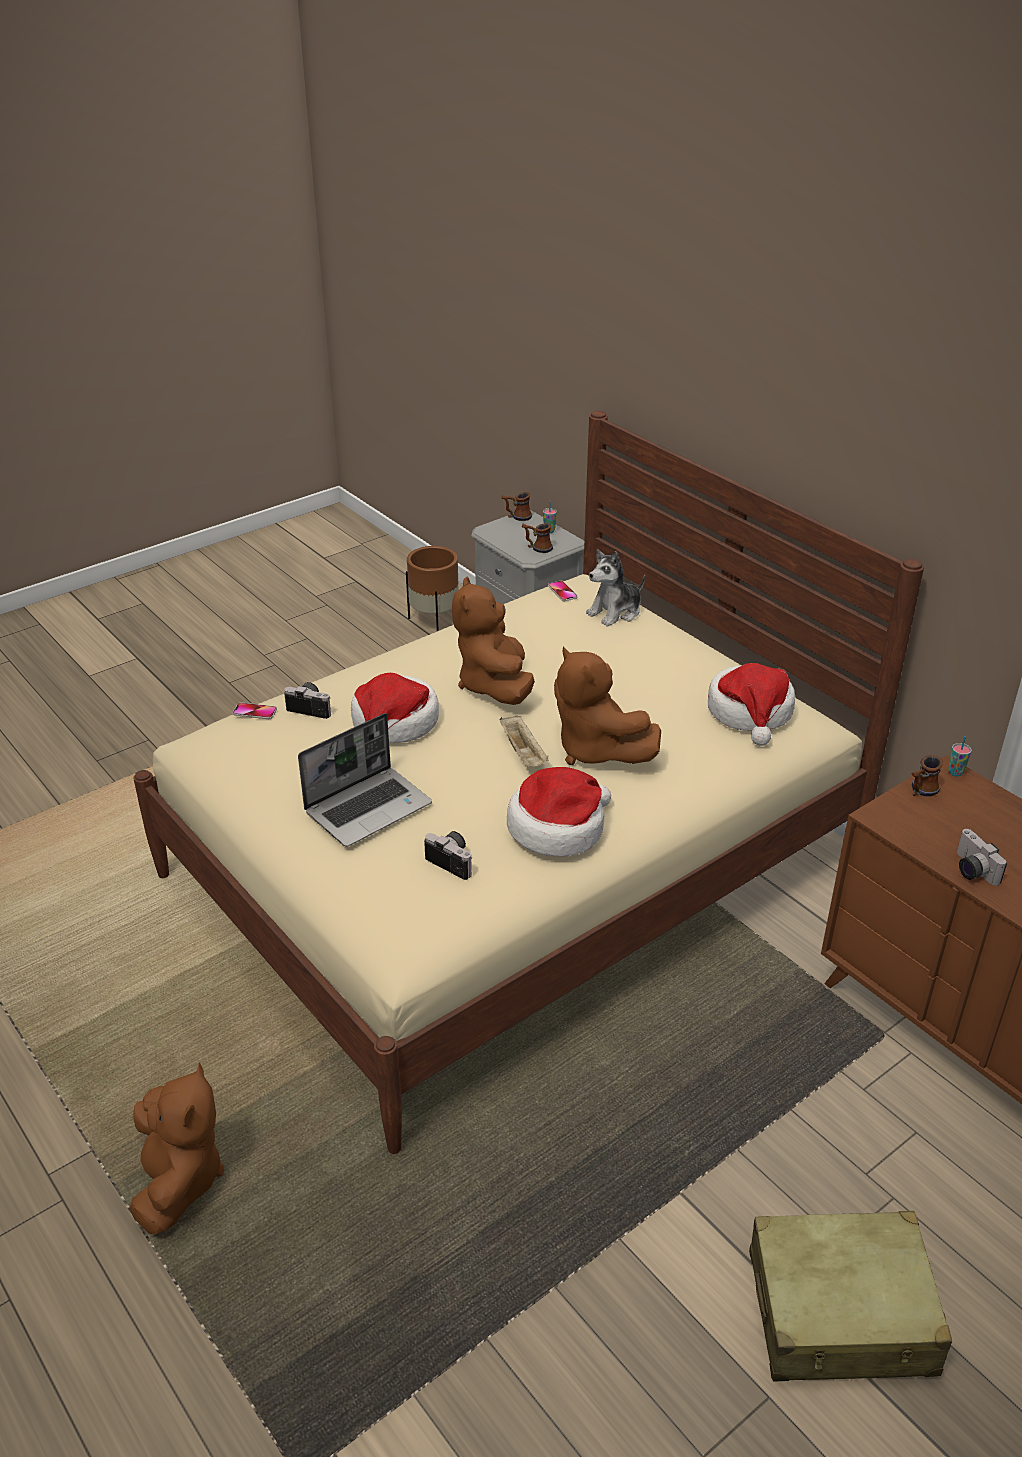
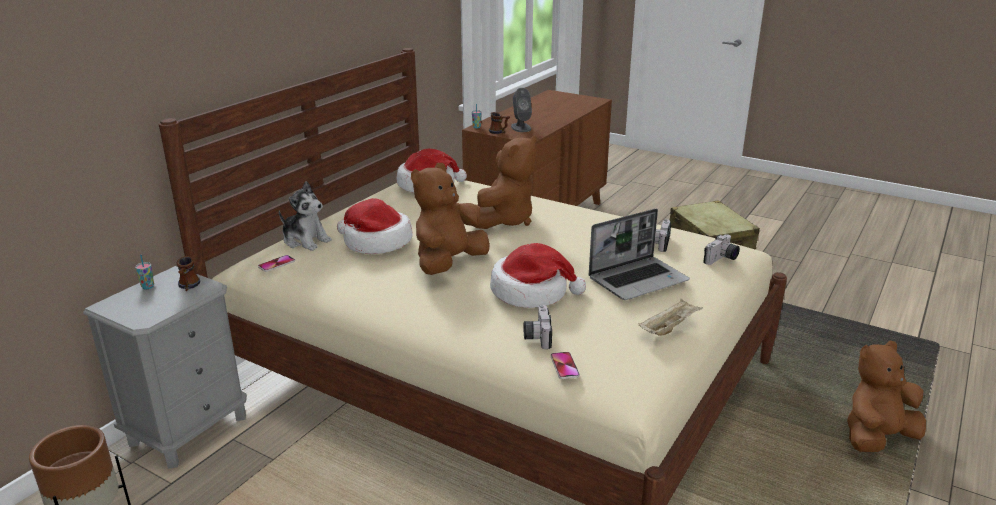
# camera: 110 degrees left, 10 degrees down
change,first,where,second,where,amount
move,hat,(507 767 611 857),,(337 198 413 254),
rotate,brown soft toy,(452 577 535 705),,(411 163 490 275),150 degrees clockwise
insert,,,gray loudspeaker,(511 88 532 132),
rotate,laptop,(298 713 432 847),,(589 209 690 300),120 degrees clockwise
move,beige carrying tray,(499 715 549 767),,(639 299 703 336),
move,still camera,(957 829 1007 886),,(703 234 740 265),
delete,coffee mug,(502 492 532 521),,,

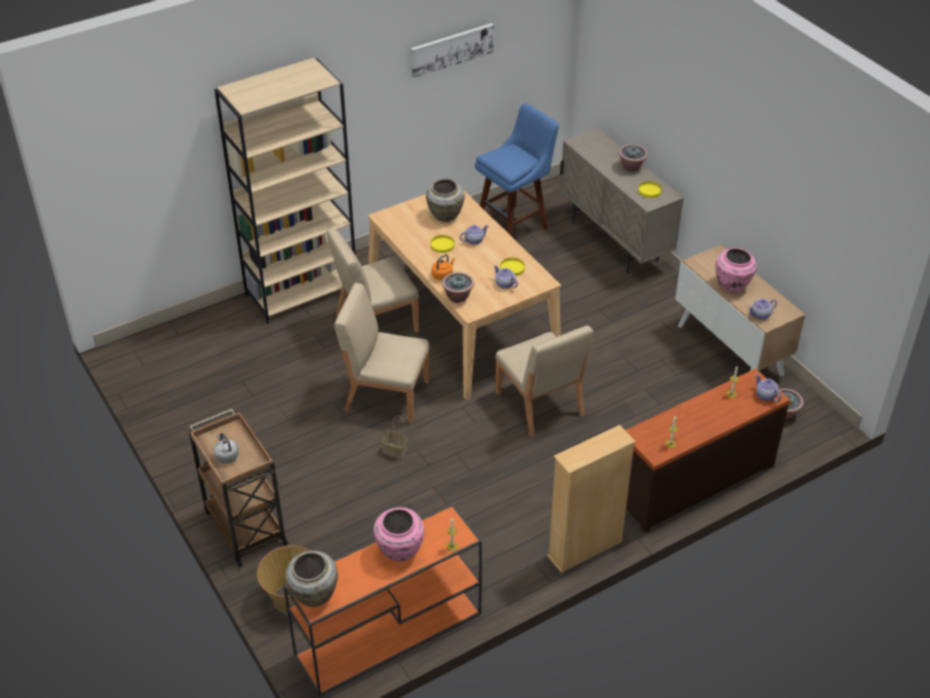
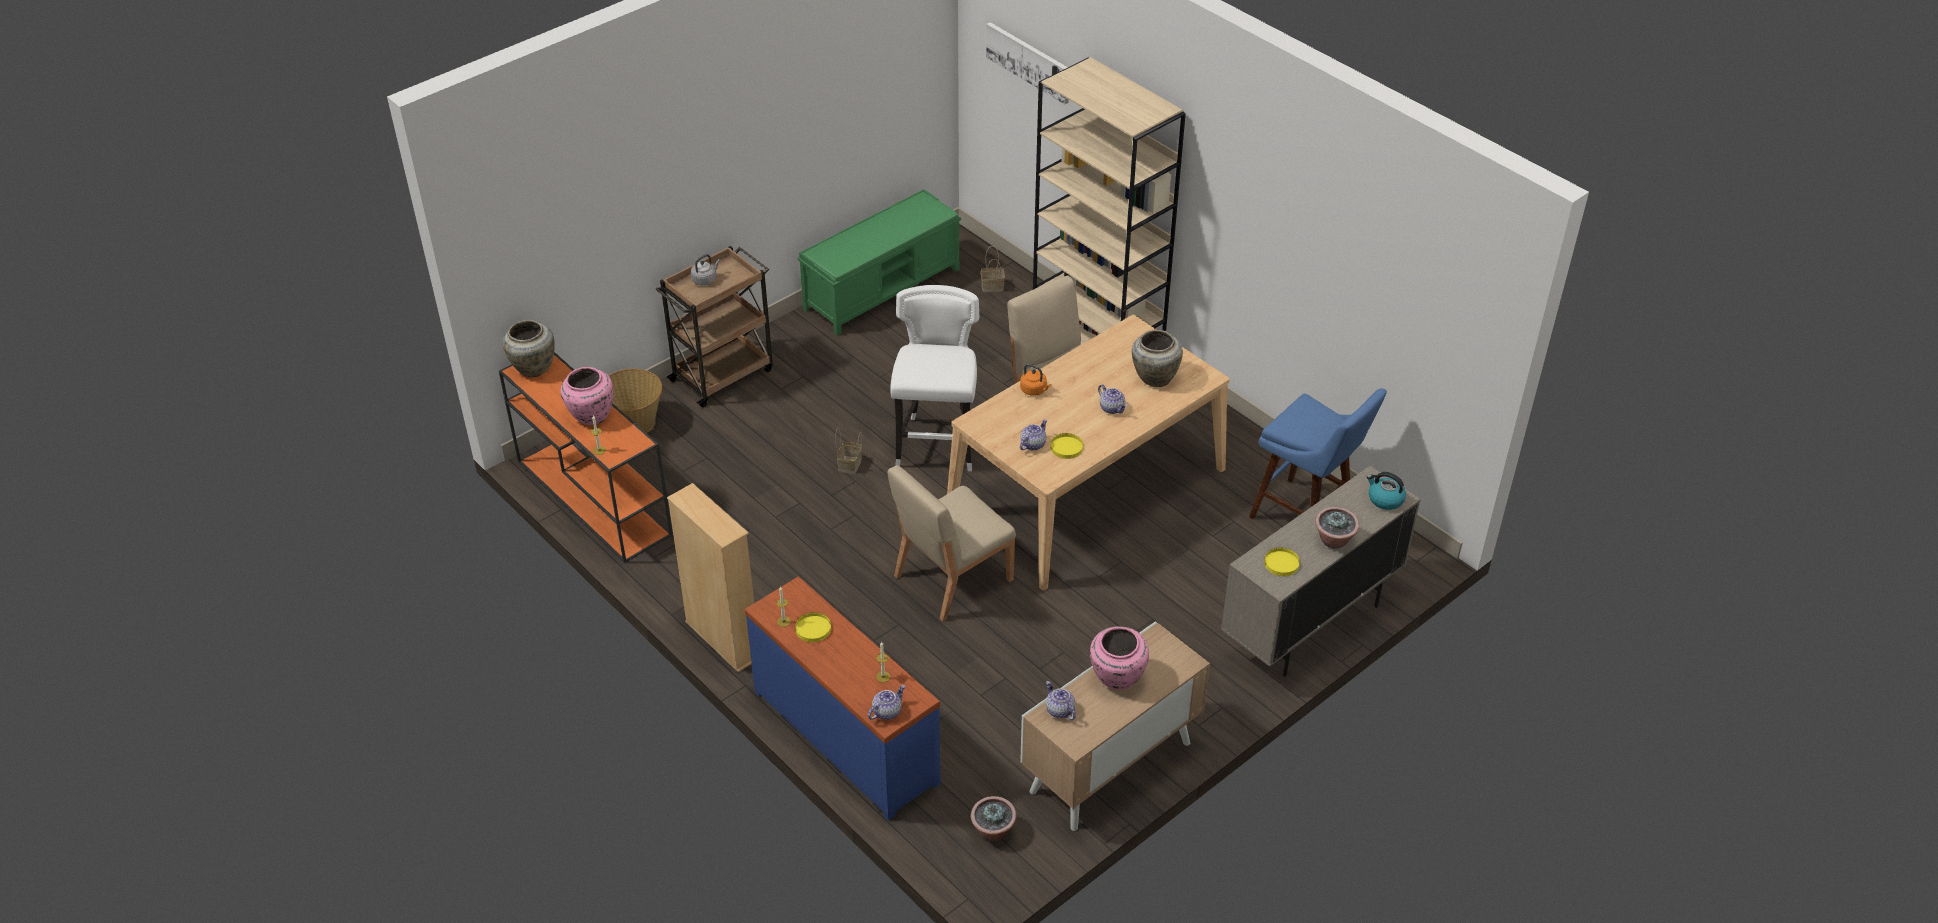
# camera: 80 degrees right, 0 degrees up
change,first,where,second,where,amount
recolor,brown drawer chest,(625 368 791 533),bluish drawer chest,(744 576 940 820),
move,yellow-coloured dinner plate,(430 235 455 253),,(795 612 831 642),
insert,,,green-coloured bench,(797 189 961 336),
replace,beige chair,(334 283 429 423),white-coloured sitting stool,(890 285 979 471),
insert,,,household basket,(981 246 1005 292),
move,wall picture,(411 23 494 78),,(986 22 1069 104),
insert,,,water kettle,(1367 472 1406 510),
delete,plant in a pot,(442 272 474 303),,,

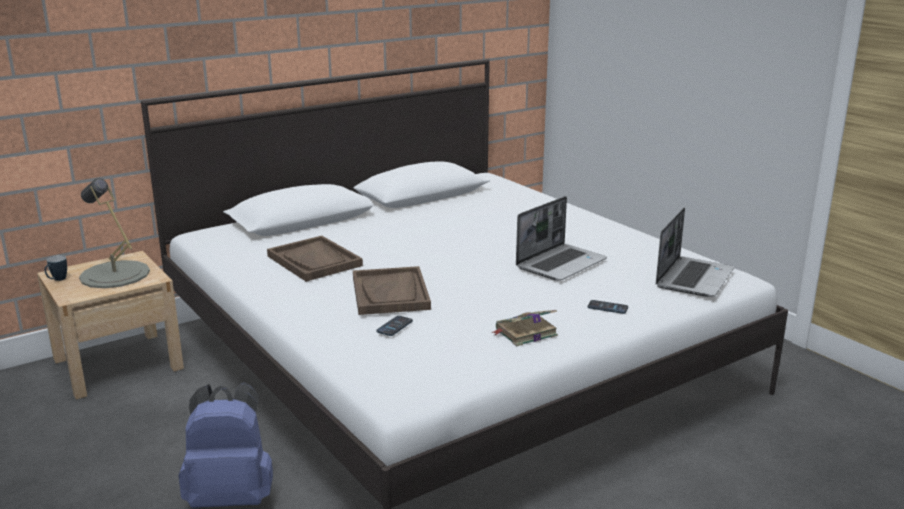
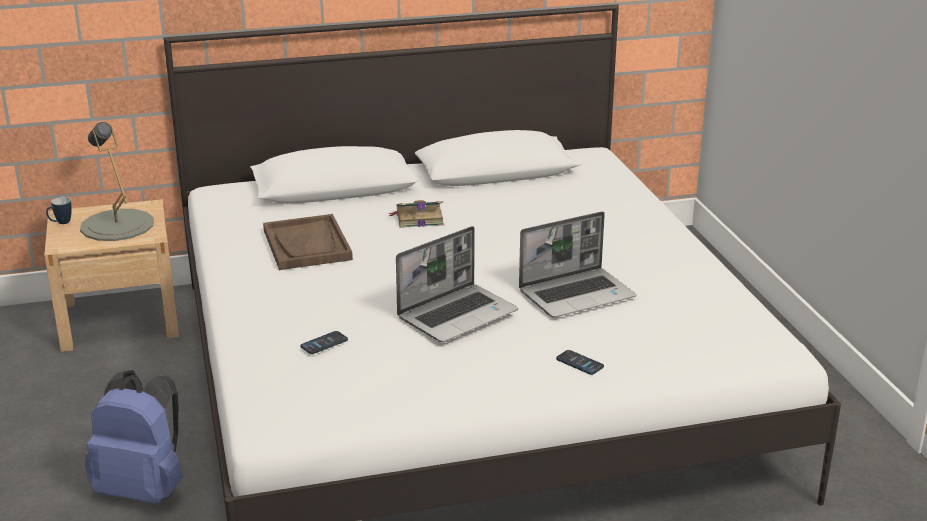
# camera: 20 degrees right, 5 degrees up
change,first,where,second,where,amount
move,book,(491 310 558 347),,(388 200 444 228),
move,laptop,(656 208 734 297),,(396 226 518 342),
delete,brown carrying tray,(353 266 431 315),,,

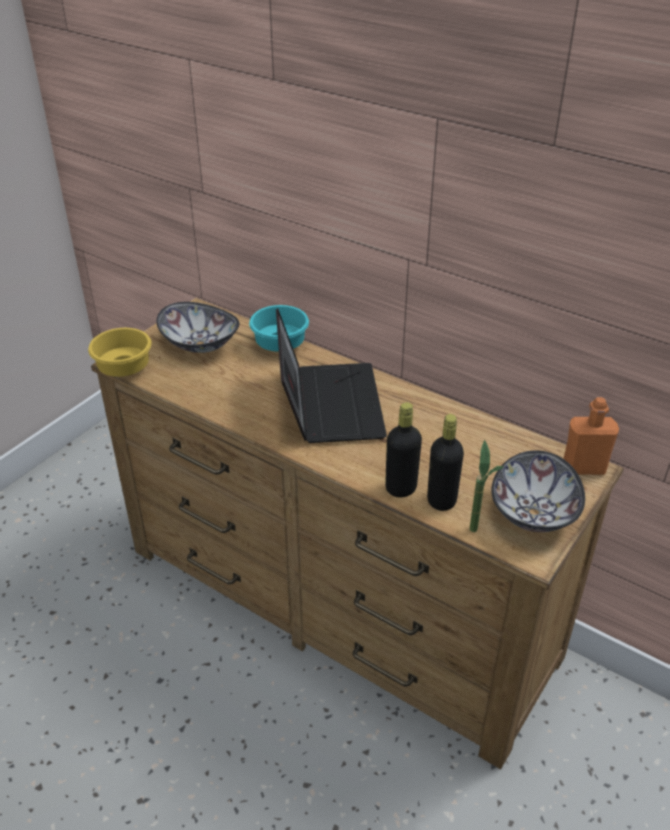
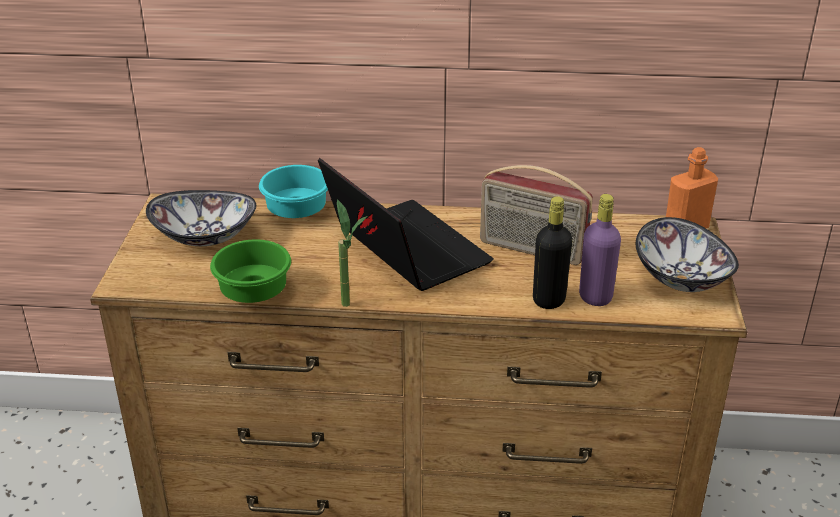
# camera: 30 degrees left, 5 degrees down
change,first,where,second,where,amount
insert,,,green-coloured serving bowl,(210 239 291 303),
move,plant in a pot,(470 440 504 532),,(337 199 367 307),
insert,,,radio receiver,(480 165 593 265),
recolor,black drink bottle,(427 414 464 511),purplish drink bottle,(579 194 621 306),
delete,yellow-coloured serving bowl,(88 328 152 377),,,

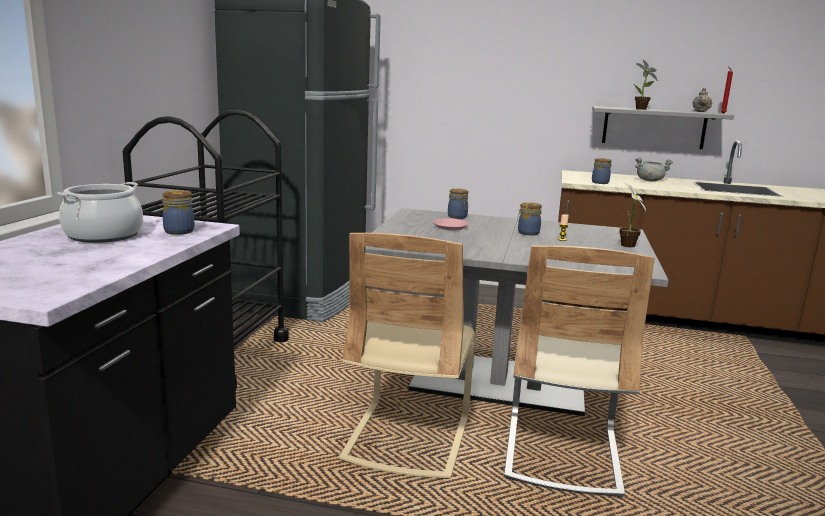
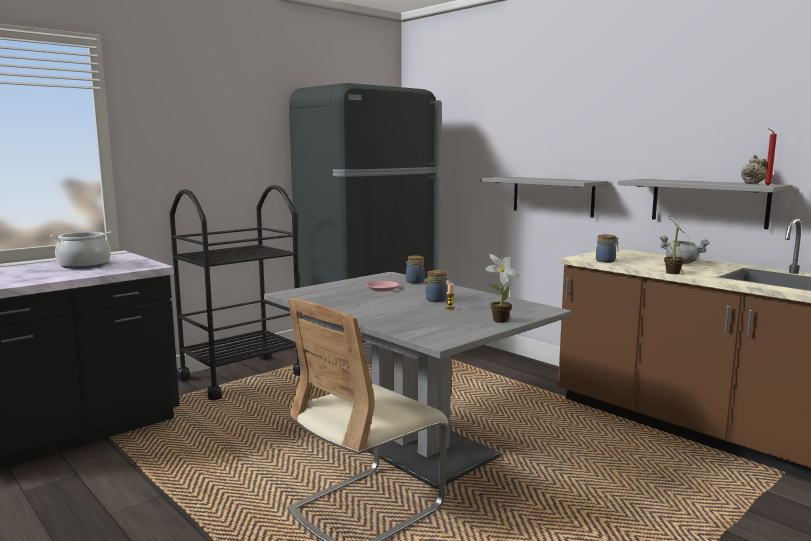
# camera: 35 degrees right, 5 degrees down
change,first,where,second,where,amount
insert,,,gray shelf,(481 177 608 218),
move,plant in a pot,(634 60 658 110),,(664 215 685 274),
delete,jar,(162 190 194 235),,,
delete,beige chair,(339 233 475 479),,,

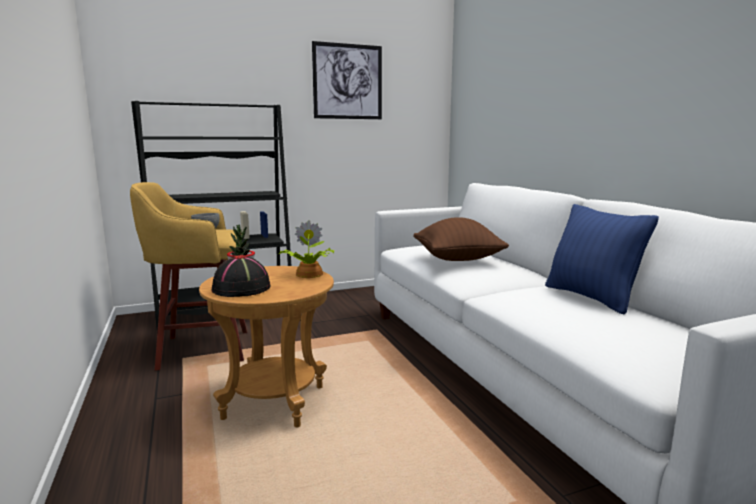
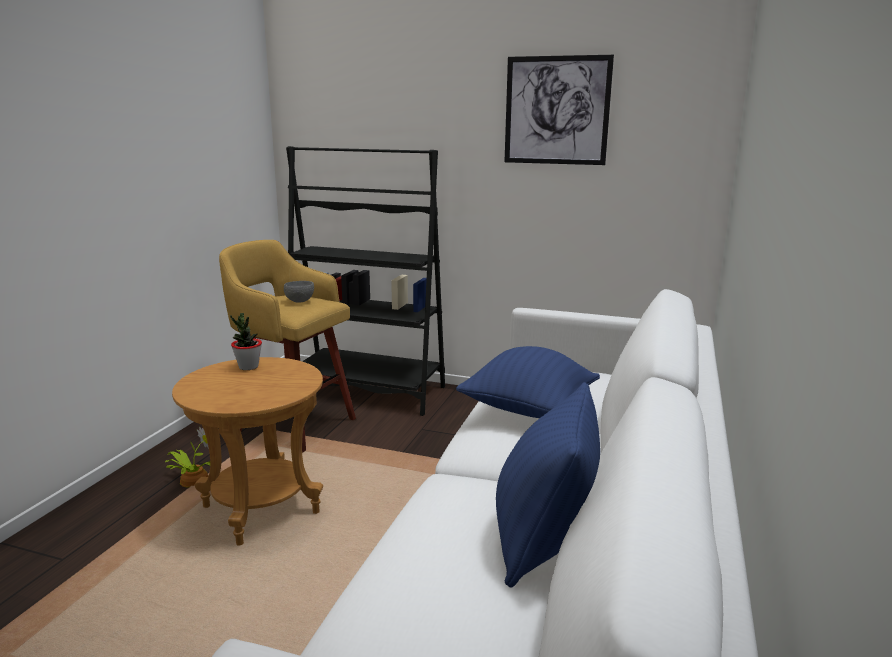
# camera: 40 degrees right, 5 degrees up
change,first,where,second,where,amount
move,plant in a pot,(279 220 334 278),,(165 427 210 488),
recolor,brown pillow,(413 217 509 261),bluish pillow,(456 346 600 418),
delete,black hat,(212 255 271 297),,,

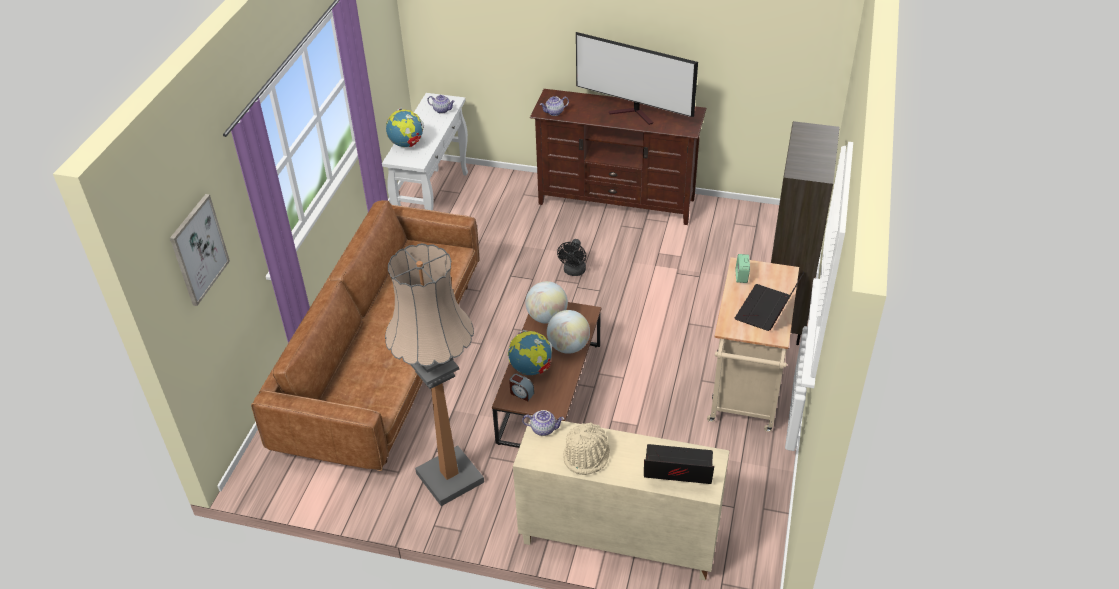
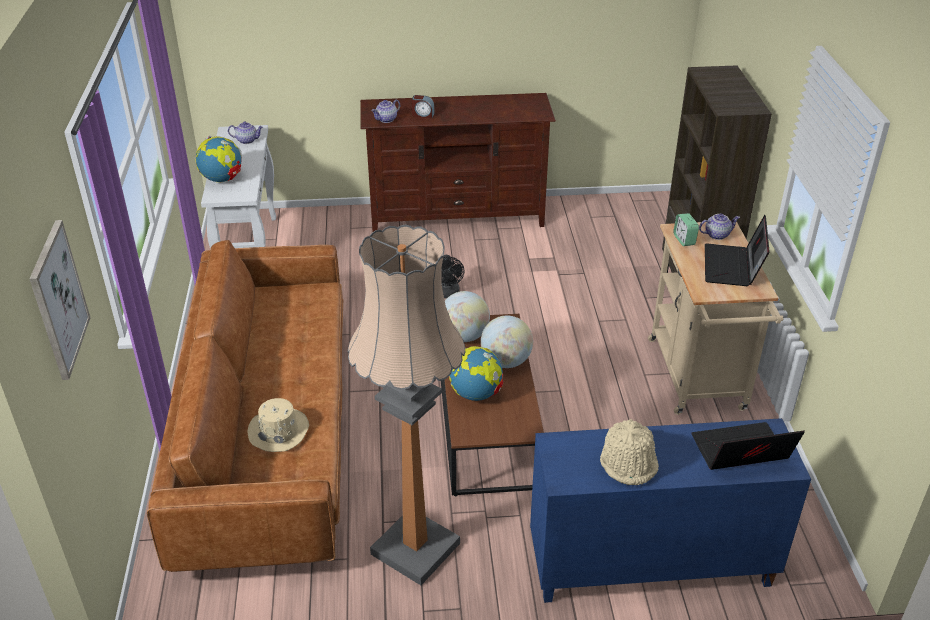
# camera: 20 degrees left, 5 degrees down
change,first,where,second,where,amount
insert,,,beige hat,(247 398 309 452),
move,bedside clock,(509 373 534 401),,(412 95 434 118),
recolor,beige cupboard,(513 415 729 581),bluish cupboard,(530 418 811 603),
move,teapot,(522 410 564 436),,(699 214 740 240),
delete,television,(576 32 698 125),,,

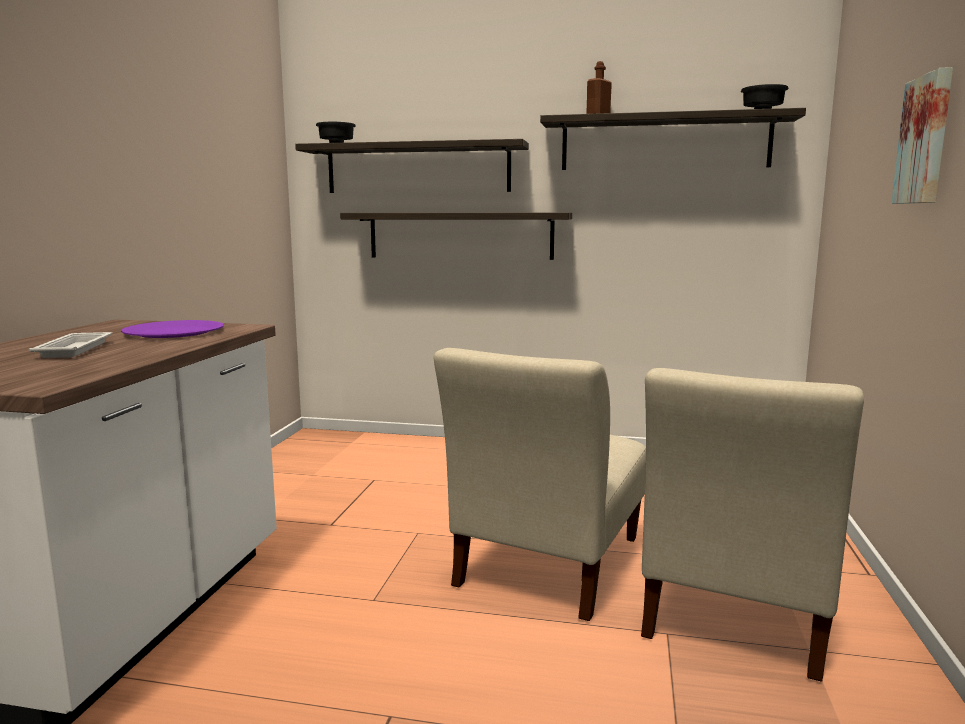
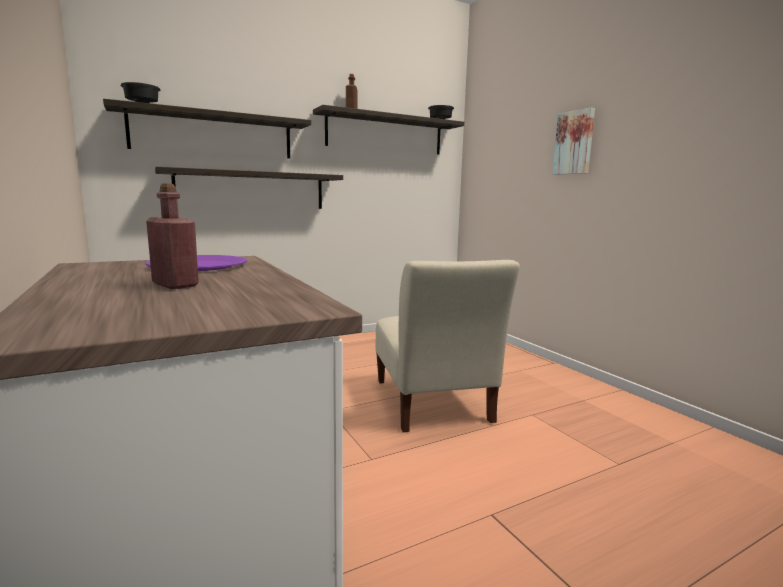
# camera: 40 degrees left, 0 degrees up
change,first,where,second,where,amount
replace,white-coloured carrying tray,(29 332 112 358),reddish drink bottle,(146 183 199 289),
delete,beige chair,(641 368 864 682),,,

